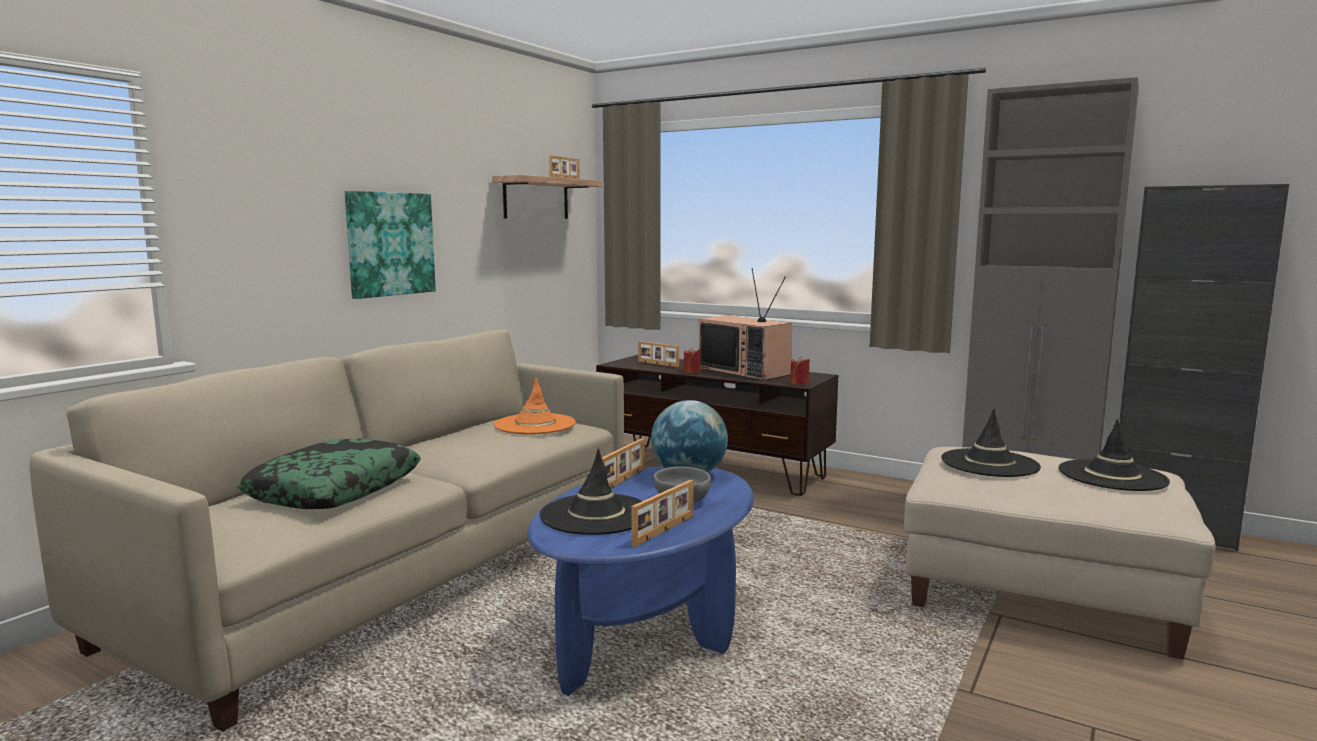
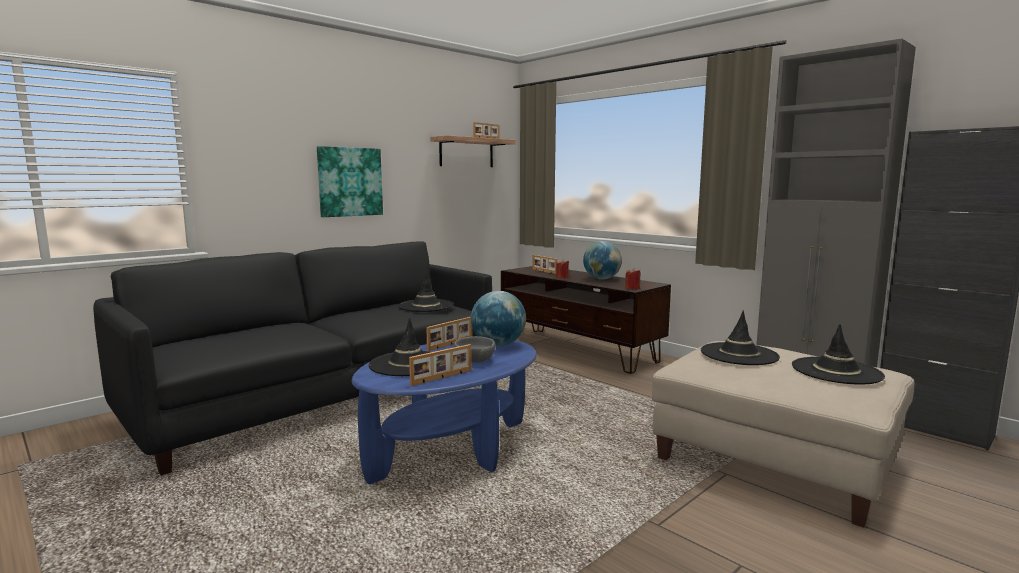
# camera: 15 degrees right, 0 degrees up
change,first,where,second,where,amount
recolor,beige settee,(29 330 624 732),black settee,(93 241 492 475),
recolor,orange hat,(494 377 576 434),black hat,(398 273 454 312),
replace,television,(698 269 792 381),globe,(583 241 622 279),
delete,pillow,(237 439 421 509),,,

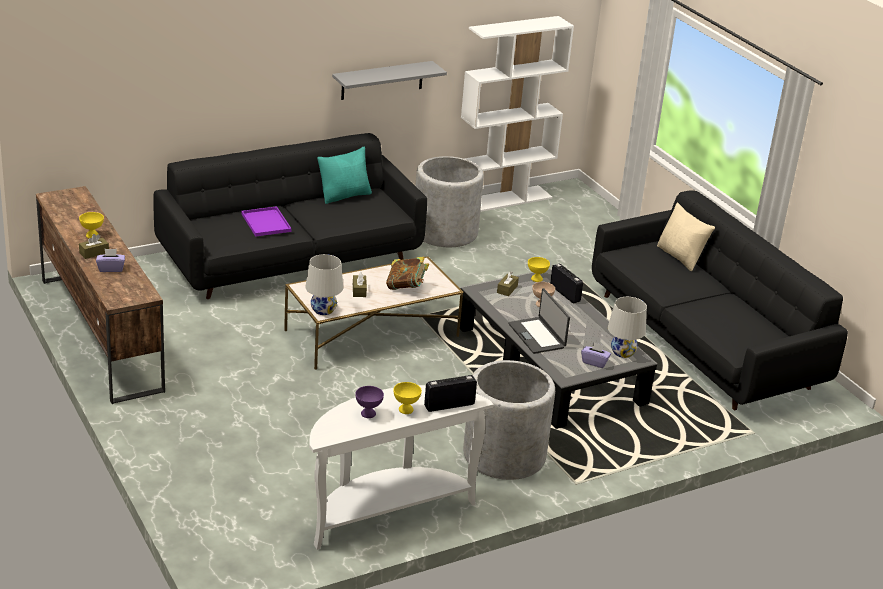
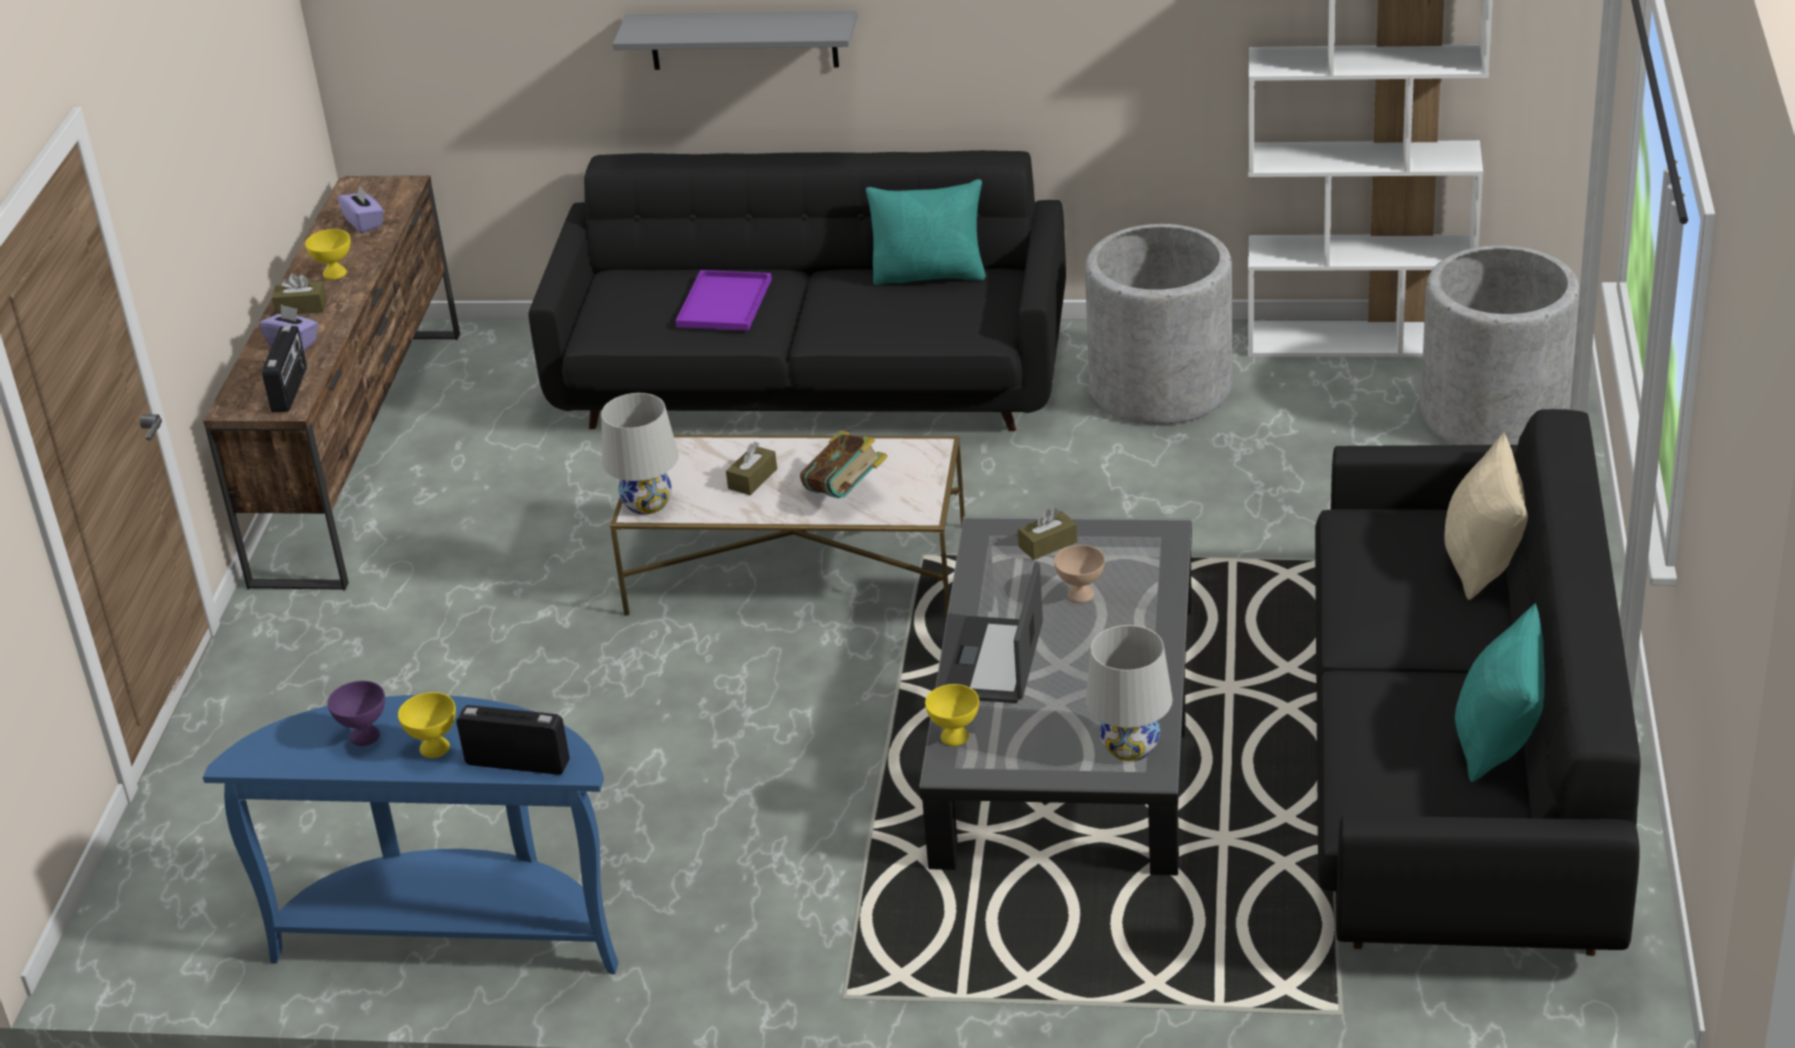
# camera: 40 degrees right, 5 degrees up
change,first,where,second,where,amount
recolor,white-coloured narrow table,(309 385 494 550),bluish narrow table,(203 695 618 974),
move,radio receiver,(550 264 583 304),,(262 326 307 412),
move,purplish tissue holder,(581 342 611 368),,(338 185 384 233),
move,gray shelf,(332 61 447 100),,(613 11 857 70),
move,yellow-coloured serving bowl,(528 257 550 282),,(925 684 979 746),
move,gray flower pot,(463 360 555 480),,(1421 245 1580 445),
insert,,,blue-green pillow,(1455 604 1545 782),

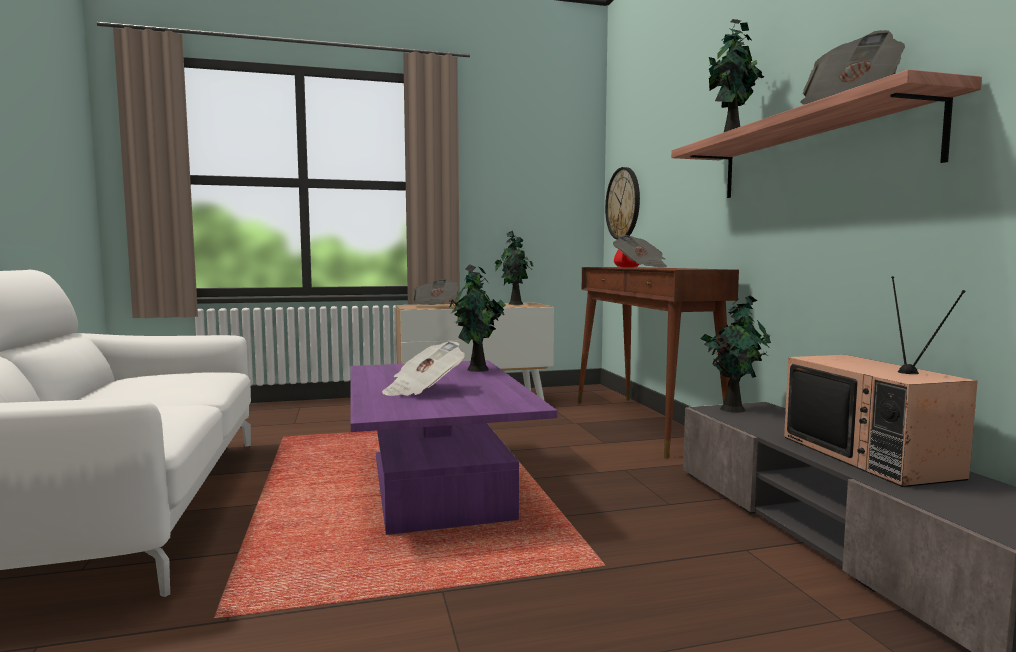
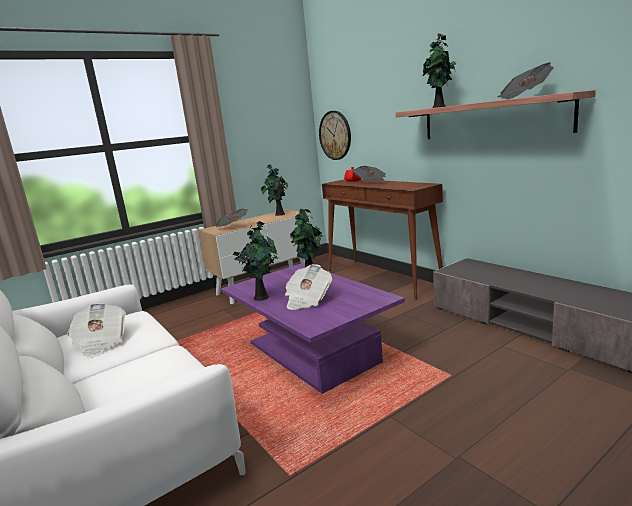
# camera: 20 degrees left, 10 degrees up
change,first,where,second,where,amount
insert,,,printed paper,(67 302 126 356),
move,plant in a pot,(701 295 771 413),,(233 221 278 301),
delete,television,(784 276 978 487),,,

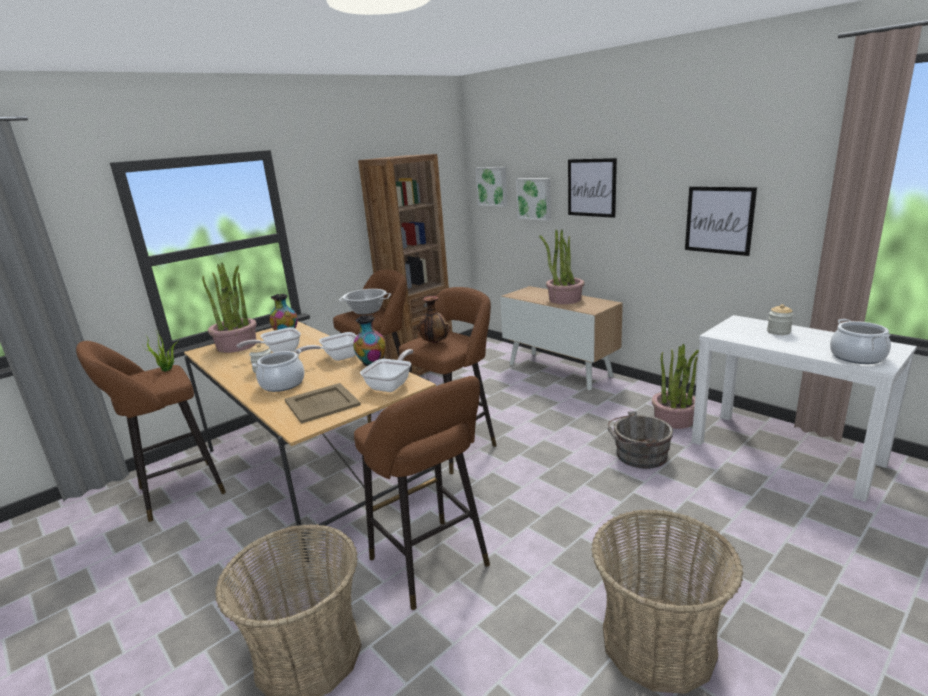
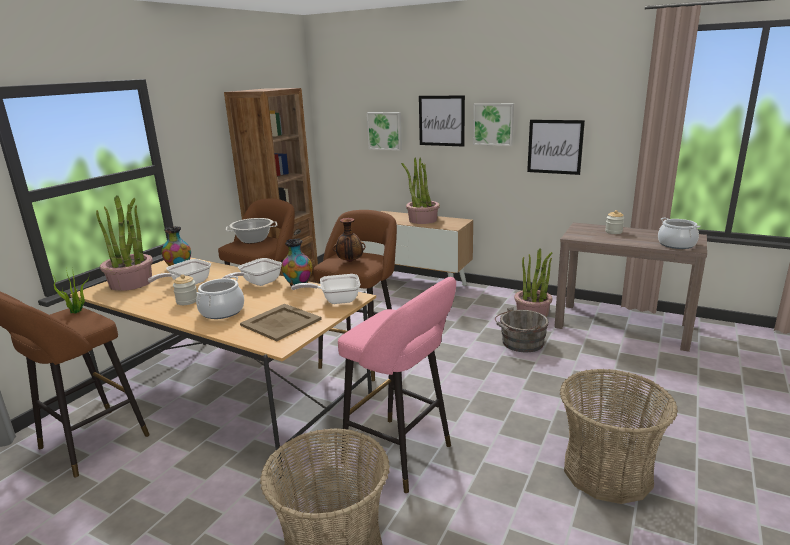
# camera: 20 degrees left, 0 degrees up
change,first,where,second,where,amount
rotate,frying pan,(360 349 414 392),,(291 274 360 304),105 degrees counterclockwise
recolor,brown sitting stool,(354 376 490 610),pinkish sitting stool,(338 277 456 493),
move,wall picture,(476 167 507 207),,(473 104 514 146),
recolor,white-coloured narrow table,(692 315 917 502),brown narrow table,(554 222 707 352),

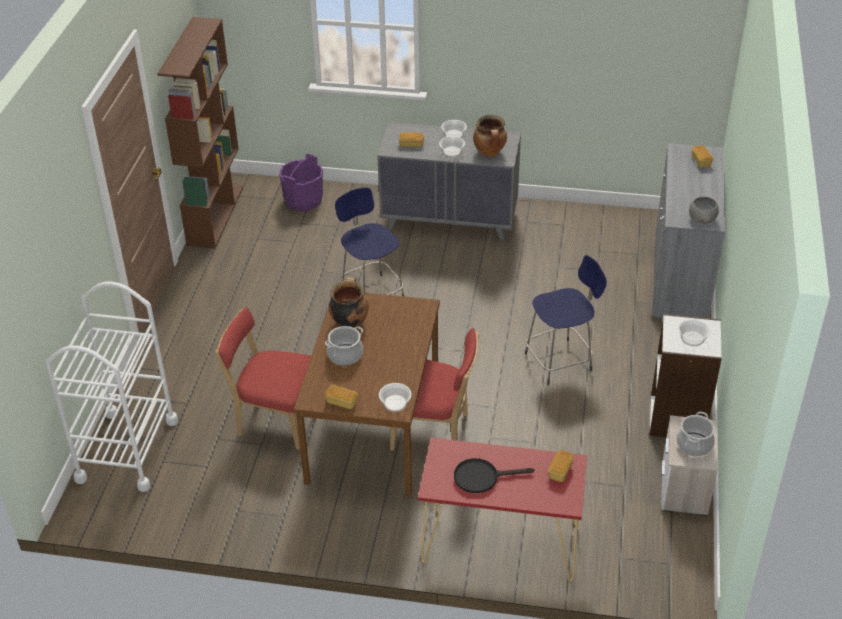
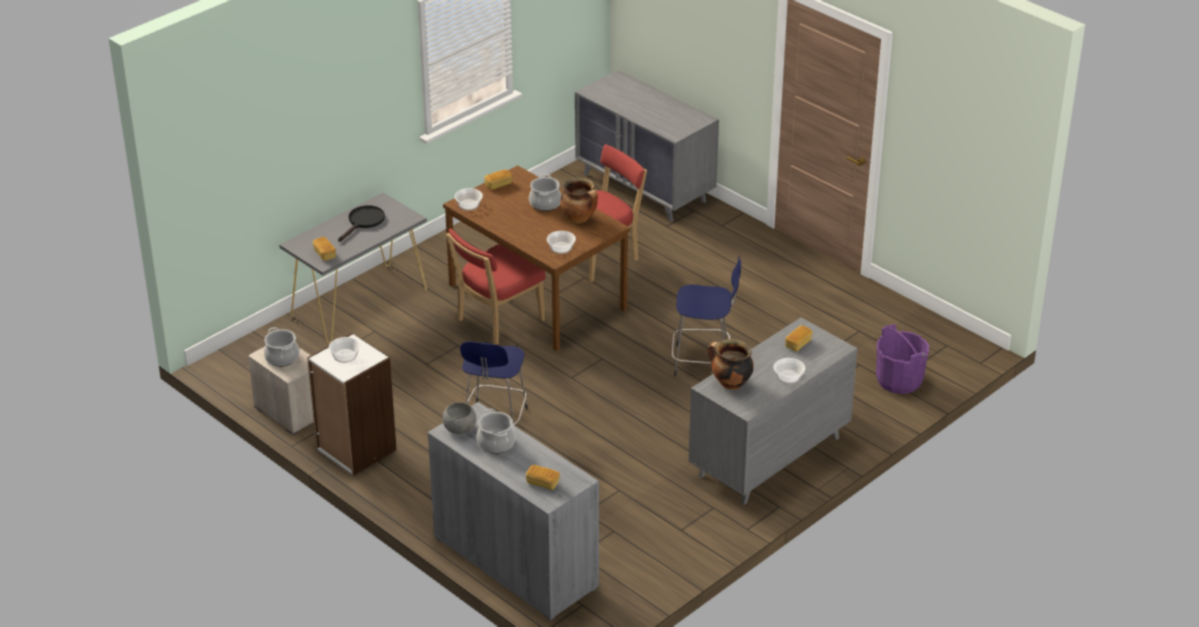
# camera: 125 degrees right, 5 degrees down
change,first,where,second,where,amount
recolor,reddish narrow table,(418 438 587 582),gray narrow table,(279 193 427 343),
insert,,,stockpot,(476 409 515 454),
move,serving bowl,(439 136 465 157),,(547 231 576 254),
replace,white-coloured trolley,(45 282 178 492),gray drawer chest,(575 70 719 222),
delete,brown bookshelf,(157 17 243 249),,,

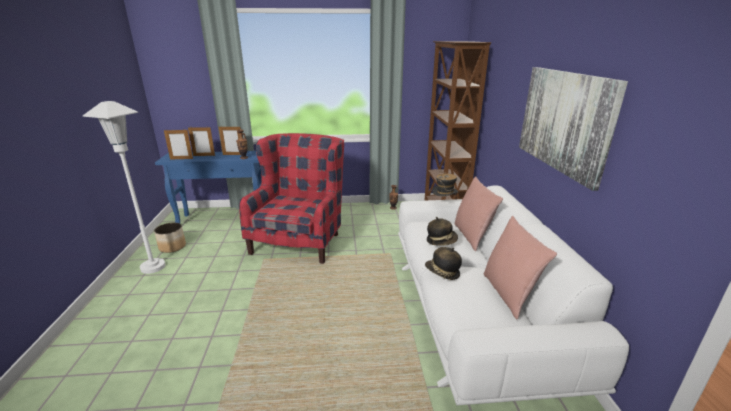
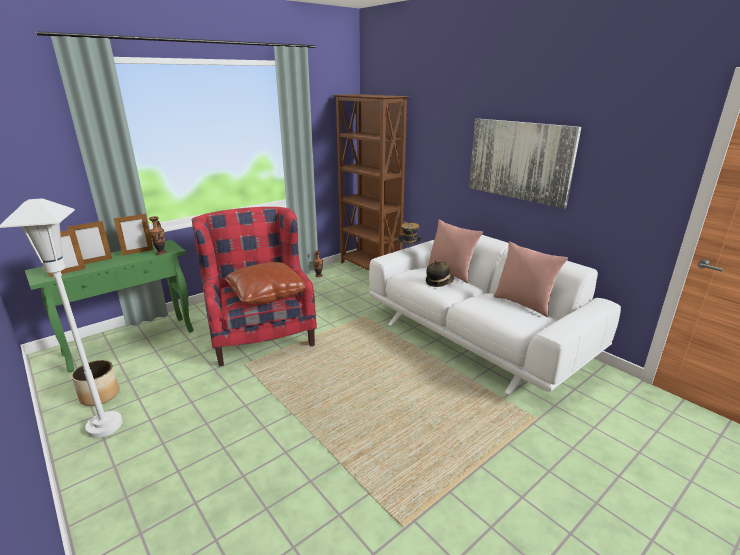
# camera: 35 degrees left, 0 degrees up
change,first,where,second,where,amount
recolor,bluish narrow table,(155 151 261 223),green-coloured narrow table,(25 240 194 373),
insert,,,brown pillow,(225 262 307 304),
delete,hat,(425 247 462 280),,,

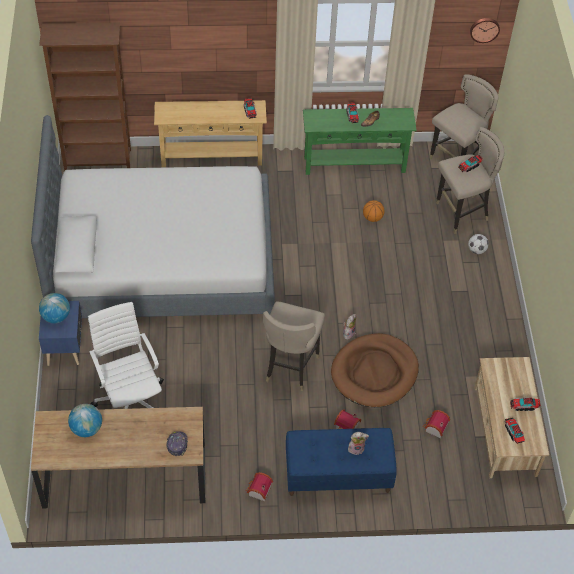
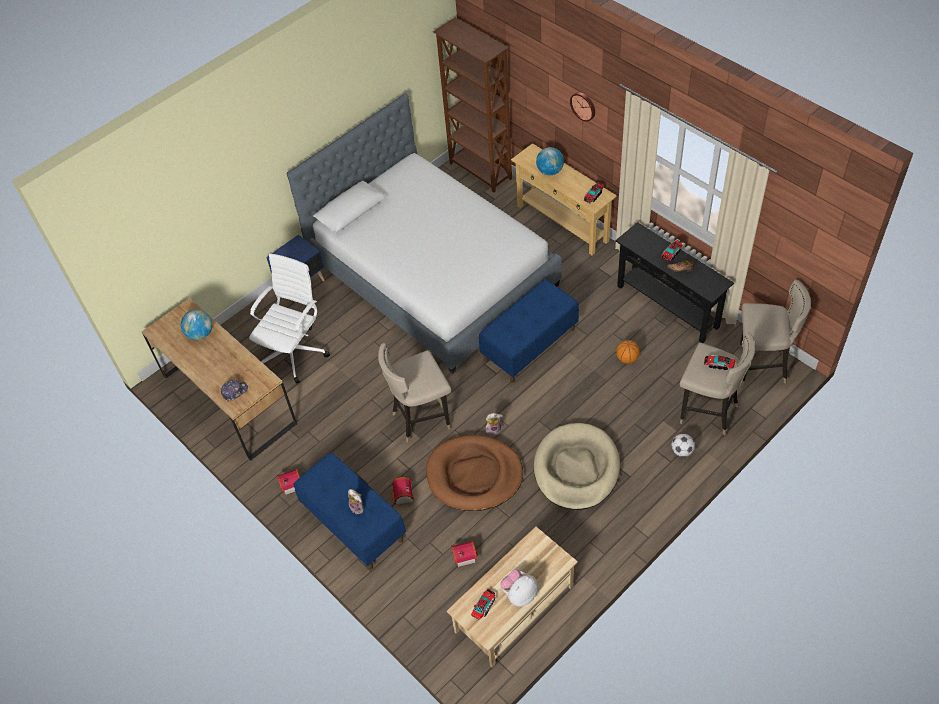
# camera: 55 degrees right, 0 degrees up
change,first,where,second,where,amount
insert,,,bluish bench,(479 279 579 383),
replace,toy truck,(510 397 540 411),soft toy,(500 570 538 607),
insert,,,beige dog bed,(534 423 620 510),
move,globe,(39 293 70 323),,(536 147 564 175),
move,clock on the wall,(470 18 500 43),,(570 92 595 122),
recolor,green-coloured narrow table,(303 108 417 175),black narrow table,(616 222 734 343),

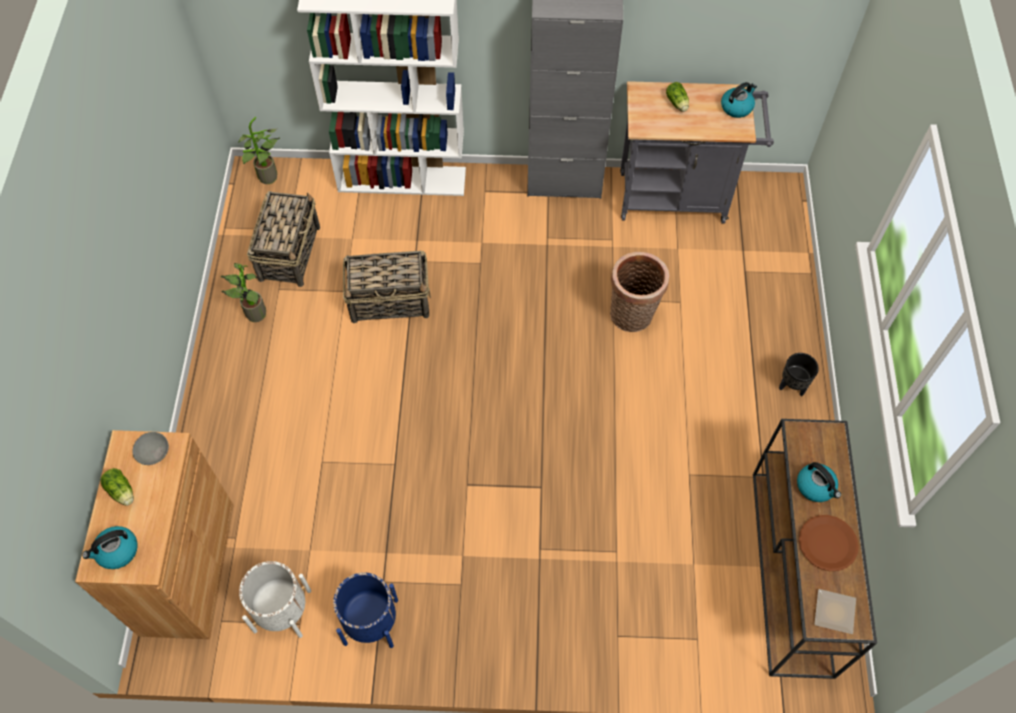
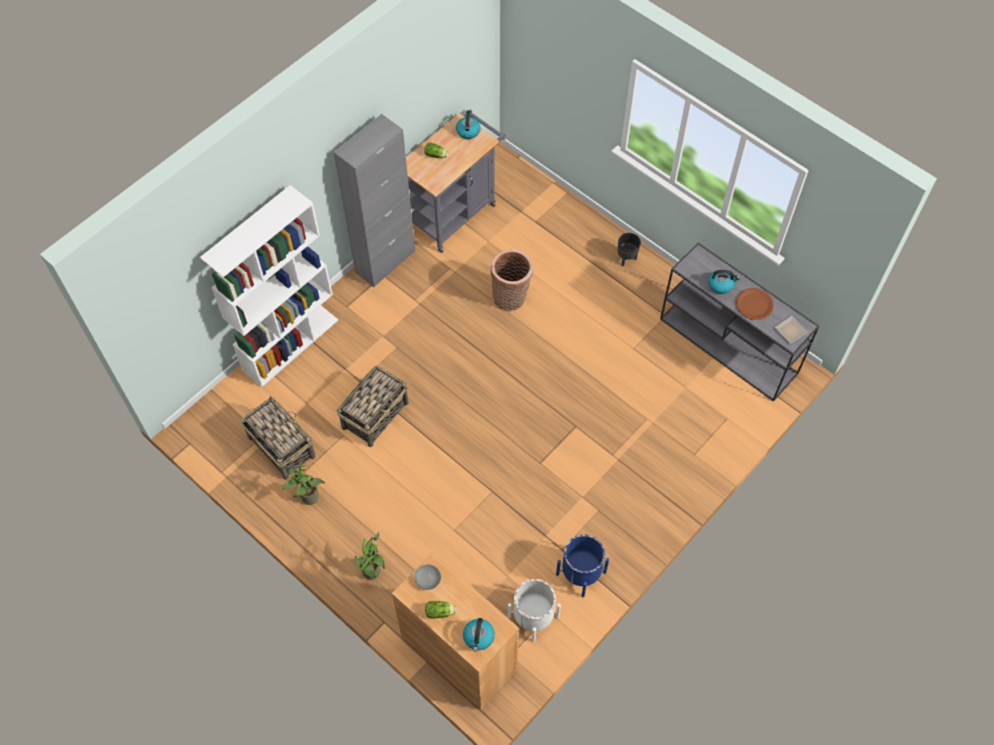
# camera: 50 degrees left, 0 degrees up
change,first,where,second,where,amount
move,plant in a pot,(237 117 280 184),,(355 532 385 580),
recolor,brown narrow table,(753 419 877 679),gray narrow table,(660 243 820 402),

